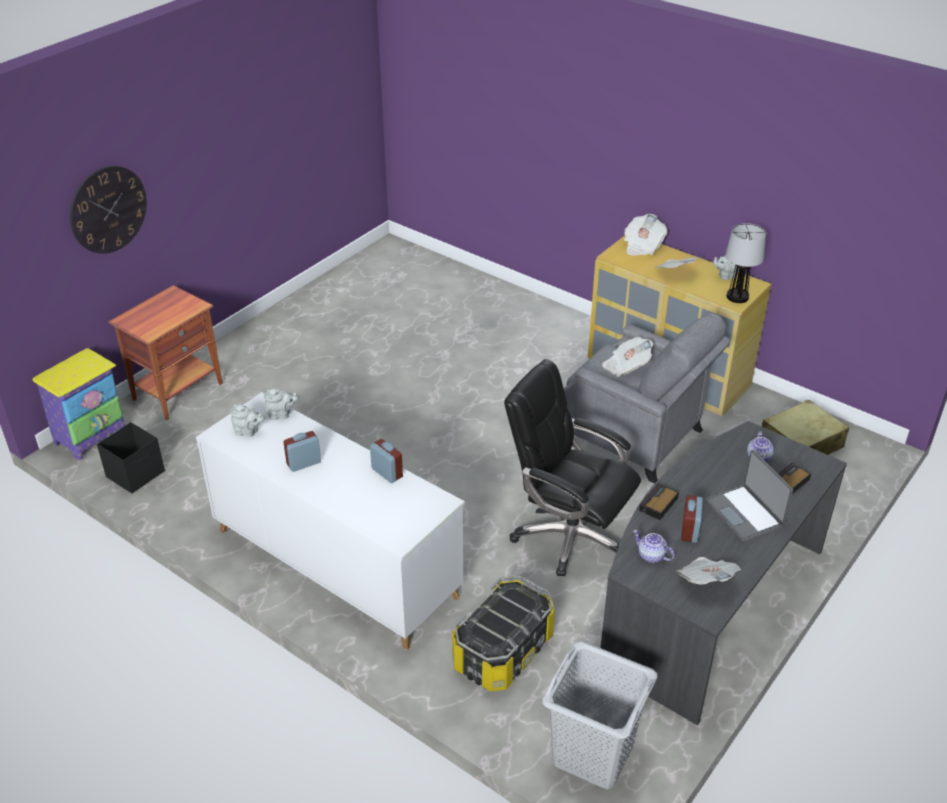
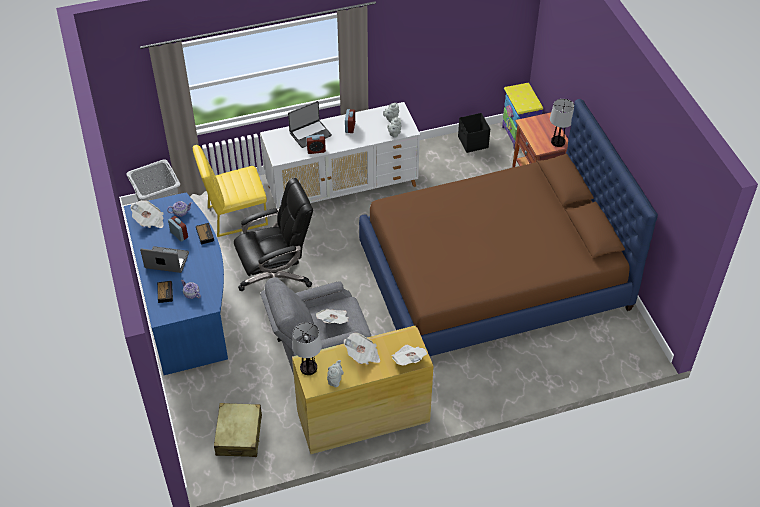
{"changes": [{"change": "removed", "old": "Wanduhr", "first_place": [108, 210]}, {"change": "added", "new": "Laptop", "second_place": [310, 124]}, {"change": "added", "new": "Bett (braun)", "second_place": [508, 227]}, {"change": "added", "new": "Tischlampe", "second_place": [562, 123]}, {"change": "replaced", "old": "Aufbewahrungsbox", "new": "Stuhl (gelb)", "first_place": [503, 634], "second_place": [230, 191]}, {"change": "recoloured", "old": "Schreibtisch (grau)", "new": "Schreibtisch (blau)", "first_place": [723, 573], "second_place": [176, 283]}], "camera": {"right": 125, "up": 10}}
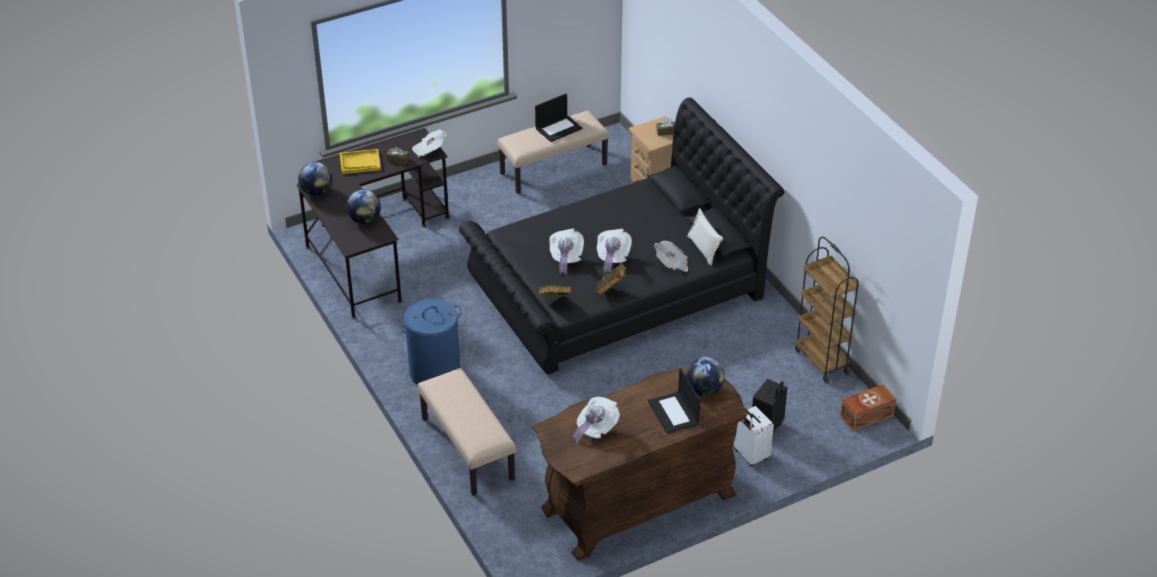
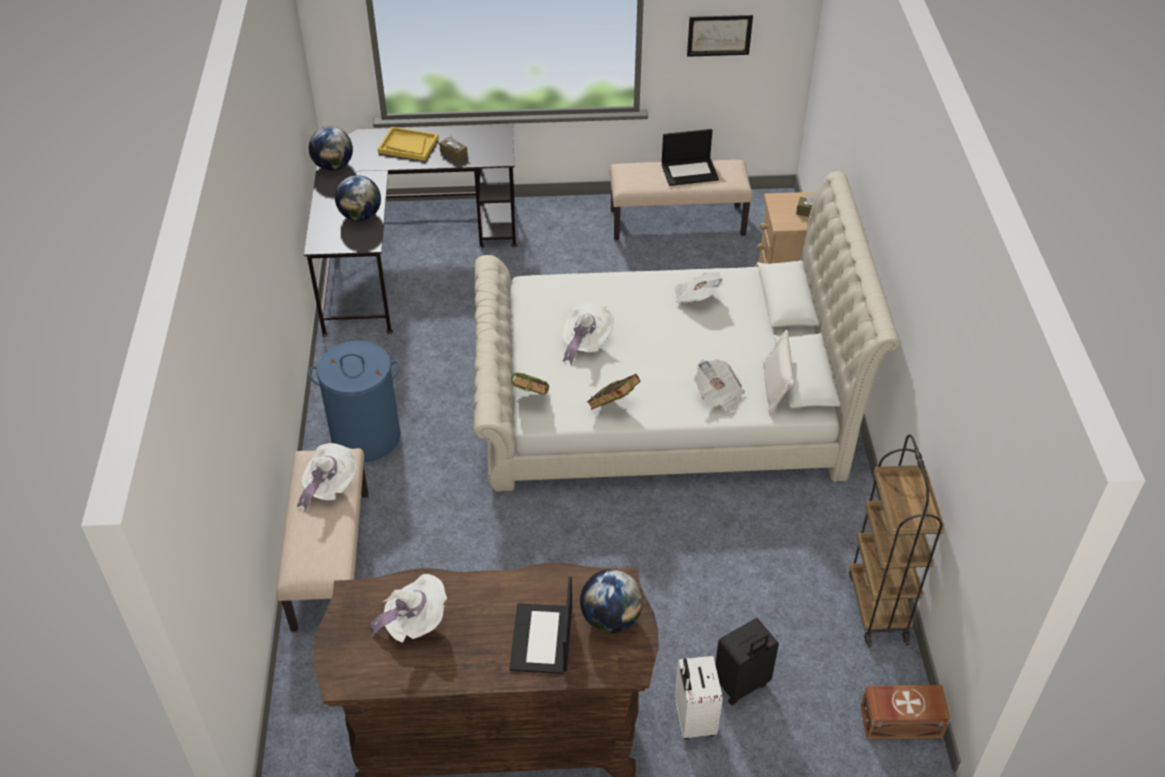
{"changes": [{"change": "added", "new": "Bild", "second_place": [720, 36]}, {"change": "moved", "old": "Zeitung", "first_place": [429, 143], "second_place": [699, 287]}, {"change": "moved", "old": "Hut (weiß)", "first_place": [614, 251], "second_place": [327, 477]}, {"change": "recoloured", "old": "Bett (schwarz)", "new": "Bett (beige)", "first_place": [621, 235], "second_place": [687, 331]}], "camera": {"right": 25, "up": 5}}
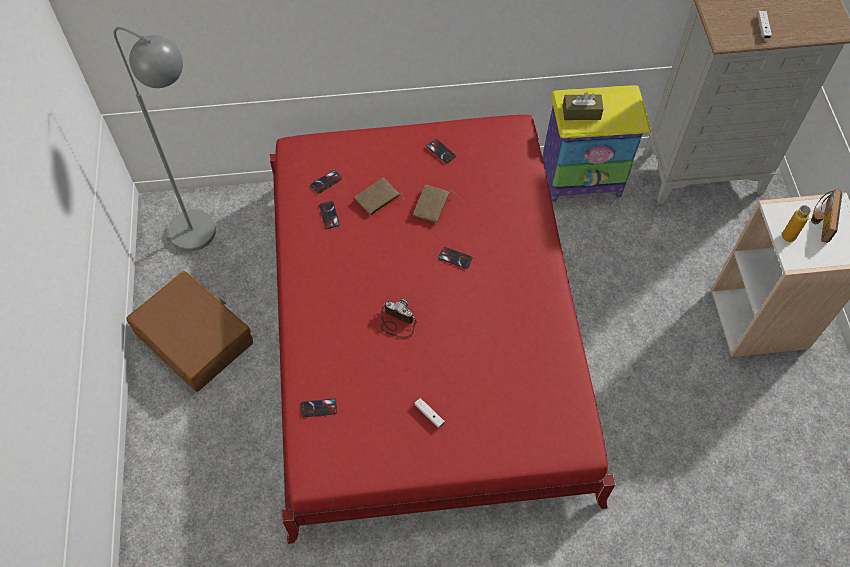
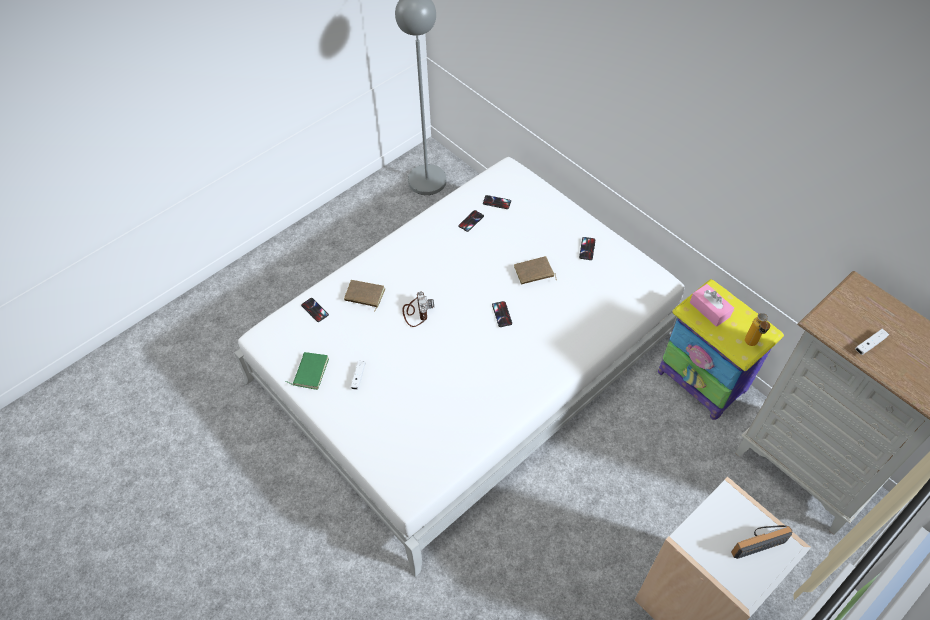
{"changes": [{"change": "removed", "old": "Koffer (braun)", "first_place": [189, 331]}, {"change": "added", "new": "Buch (grün)", "second_place": [307, 371]}, {"change": "moved", "old": "Buch (braun)", "first_place": [380, 196], "second_place": [364, 296]}, {"change": "moved", "old": "Flasche", "first_place": [804, 223], "second_place": [757, 329]}, {"change": "recoloured", "old": "Bett (rot)", "new": "Bett (weiß)", "first_place": [443, 329], "second_place": [459, 367]}, {"change": "recoloured", "old": "Taschentuchbox (braun)", "new": "Taschentuchbox (rosa)", "first_place": [583, 106], "second_place": [712, 305]}], "camera": {"right": 55, "up": -5}}
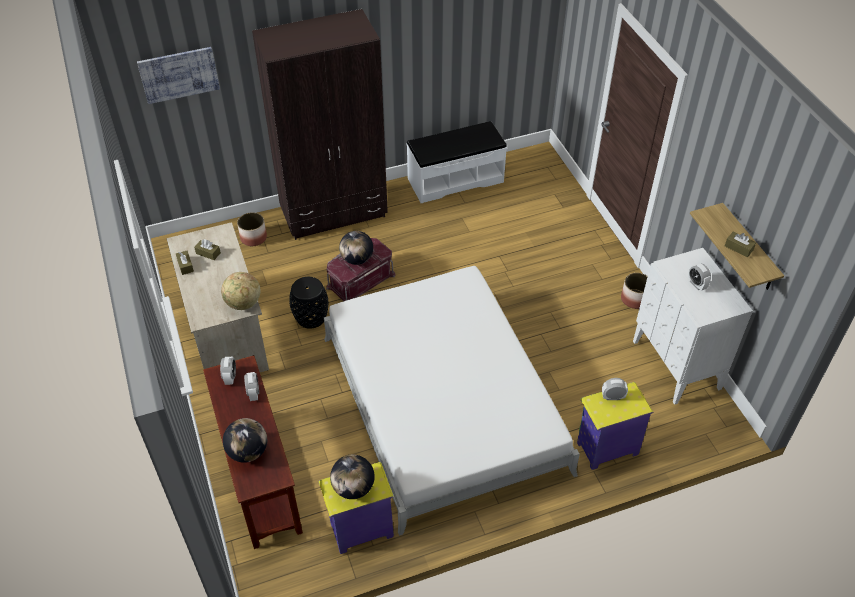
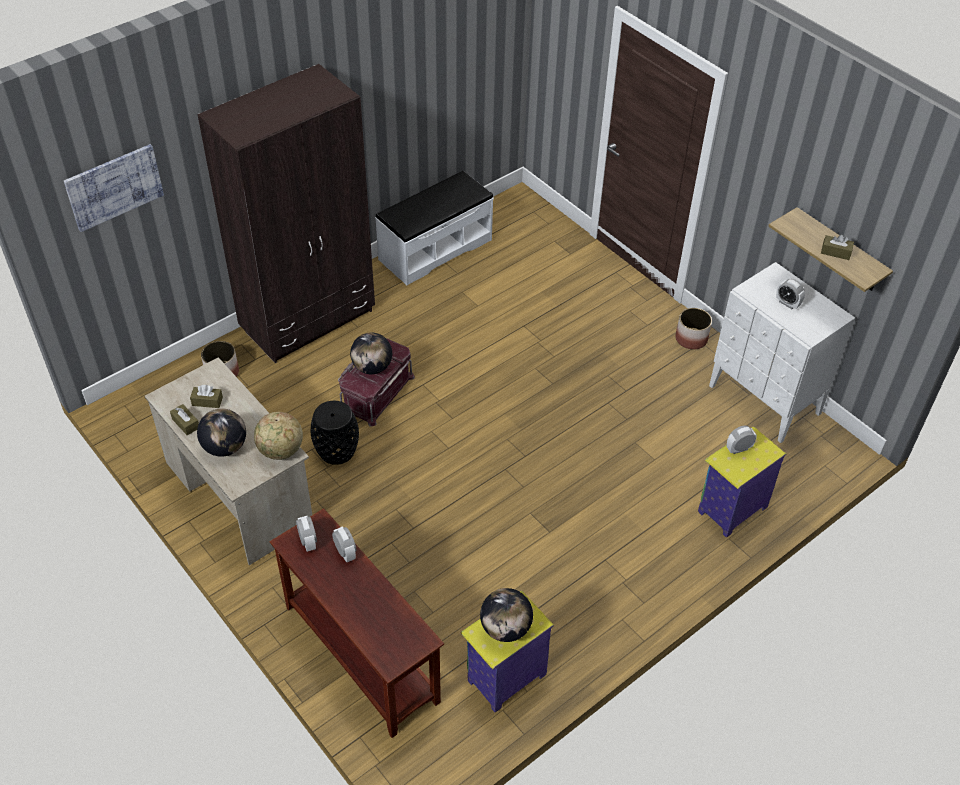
{"changes": [{"change": "removed", "old": "Bett (weiß)", "first_place": [452, 401]}, {"change": "moved", "old": "Globus", "first_place": [245, 440], "second_place": [221, 432]}], "camera": {"right": -20, "up": 0}}
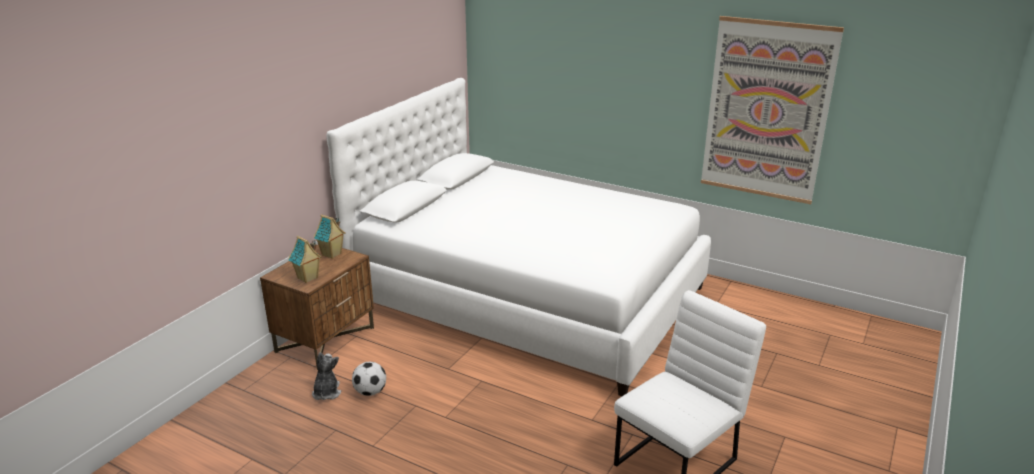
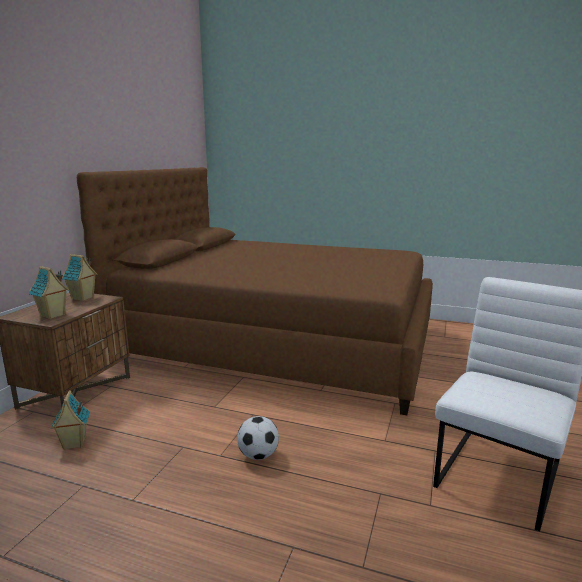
{"changes": [{"change": "removed", "old": "Bild", "first_place": [772, 110]}, {"change": "moved", "old": "Fußball", "first_place": [369, 379], "second_place": [258, 438]}, {"change": "replaced", "old": "Plüschtier", "new": "Spielzeughaus", "first_place": [326, 376], "second_place": [70, 420]}, {"change": "recoloured", "old": "Bett (weiß)", "new": "Bett (braun)", "first_place": [519, 237], "second_place": [255, 291]}], "camera": {"right": -10, "up": -10}}
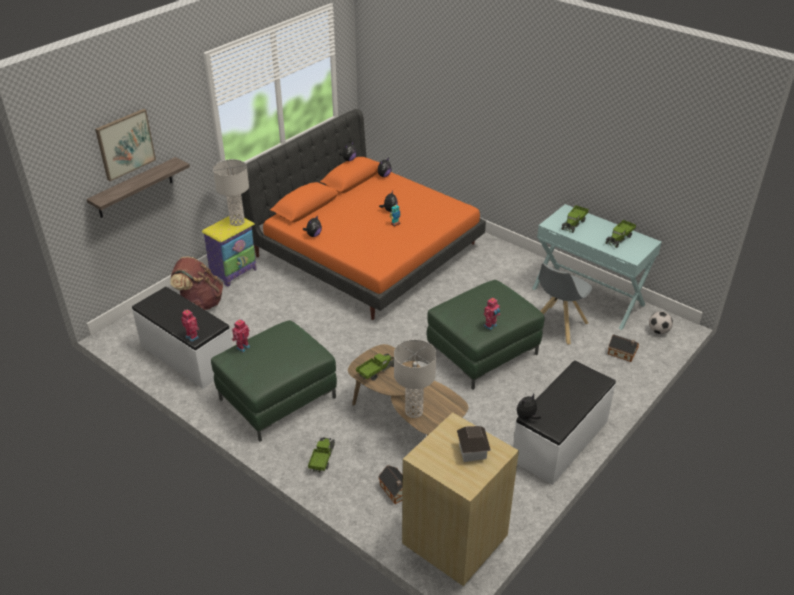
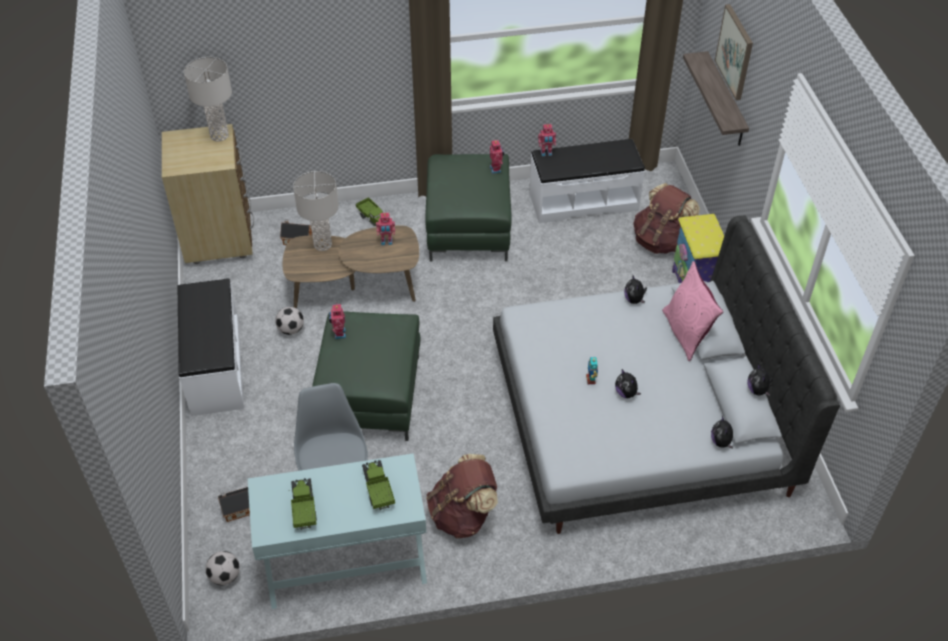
{"changes": [{"change": "removed", "old": "Spielzeughaus", "first_place": [474, 444]}, {"change": "removed", "old": "Plüschtier", "first_place": [529, 407]}, {"change": "added", "new": "Fußball", "second_place": [290, 321]}, {"change": "added", "new": "Rucksack (braun)", "second_place": [462, 496]}, {"change": "added", "new": "Kissen (rosa)", "second_place": [692, 311]}, {"change": "moved", "old": "Tischlampe (weiß)", "first_place": [231, 192], "second_place": [208, 99]}, {"change": "replaced", "old": "Spielzeuglaster", "new": "Spielzeugroboter", "first_place": [375, 367], "second_place": [385, 229]}, {"change": "recoloured", "old": "Bett (orange)", "new": "Bett (grau)", "first_place": [363, 214], "second_place": [666, 374]}], "camera": {"right": 130, "up": 10}}
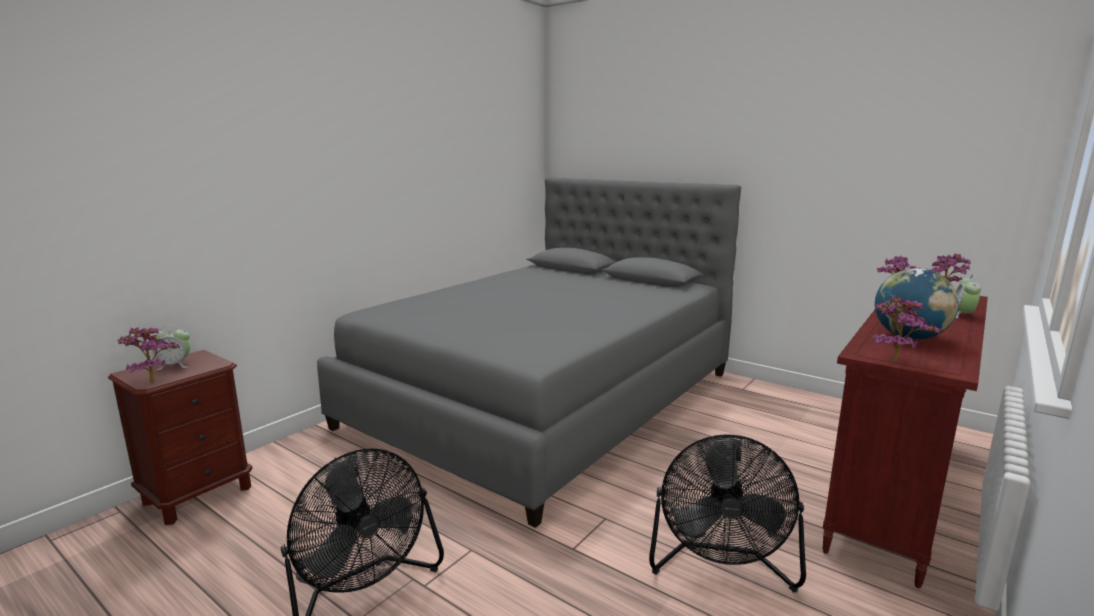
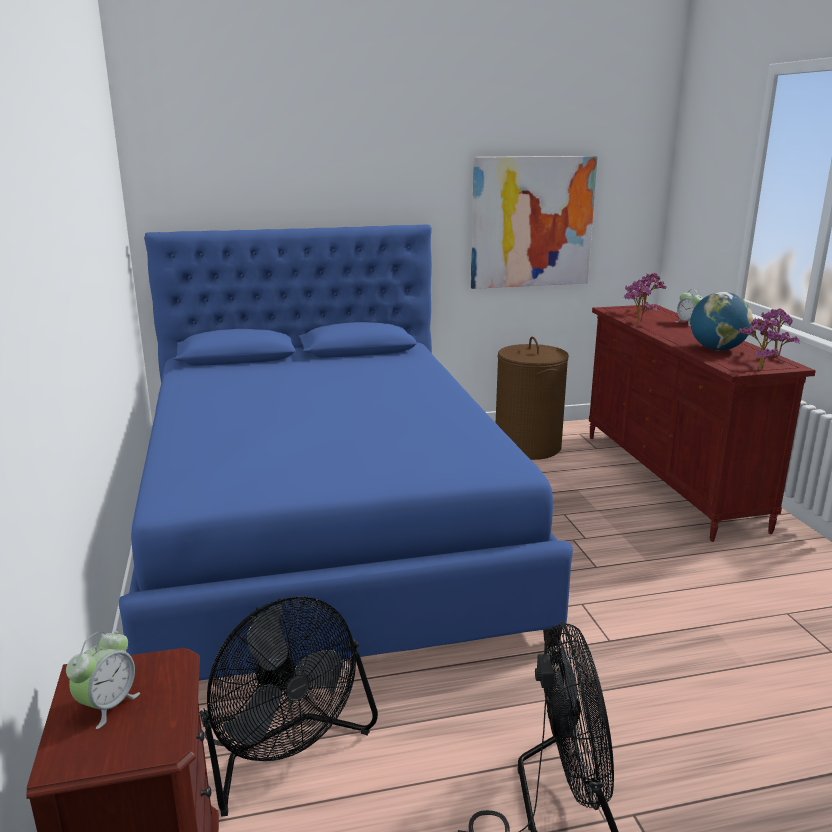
{"changes": [{"change": "added", "new": "Bild", "second_place": [534, 222]}, {"change": "added", "new": "Wäschekorb (braun)", "second_place": [532, 398]}, {"change": "moved", "old": "Topfpflanze", "first_place": [149, 354], "second_place": [780, 332]}, {"change": "moved", "old": "Ventilator (schwarz)", "first_place": [727, 513], "second_place": [289, 707]}, {"change": "recoloured", "old": "Bett (grau)", "new": "Bett (blau)", "first_place": [529, 352], "second_place": [346, 452]}], "camera": {"right": -50, "up": 5}}
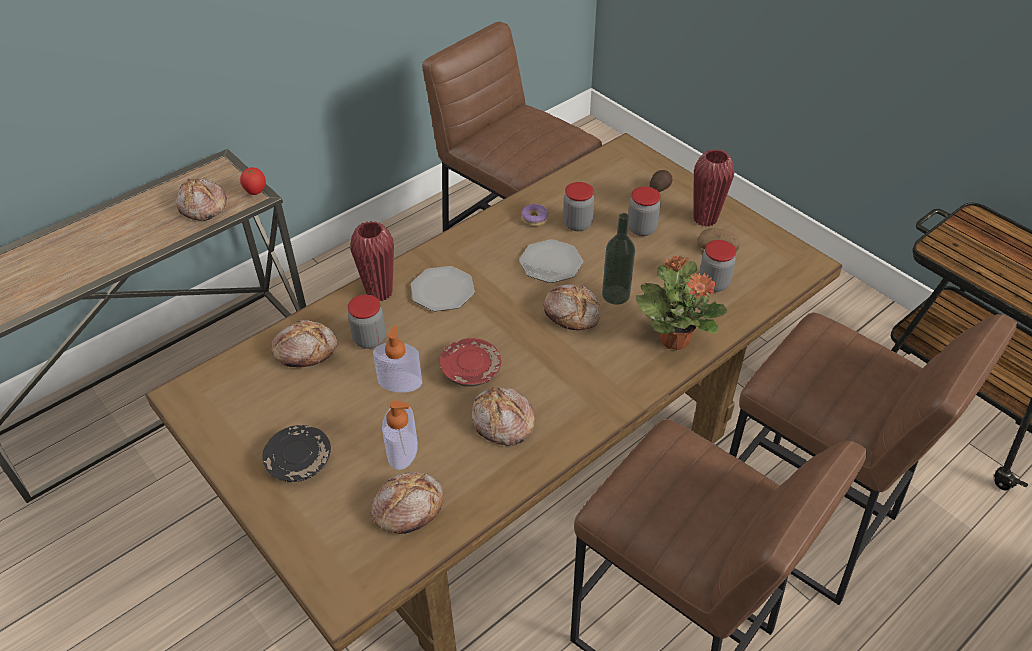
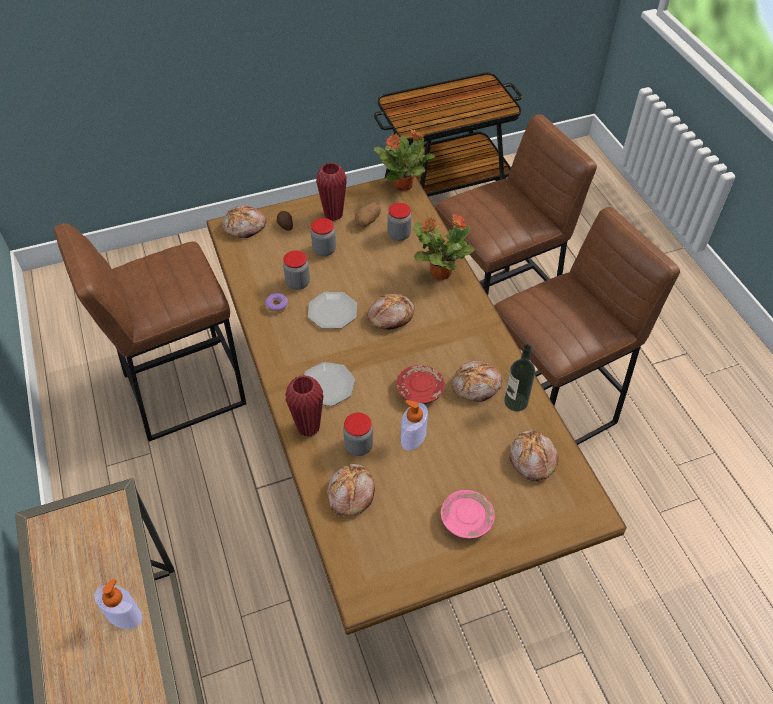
{"changes": [{"change": "removed", "old": "Tomate", "first_place": [253, 181]}, {"change": "added", "new": "Topfpflanze", "second_place": [404, 160]}, {"change": "moved", "old": "Brot", "first_place": [201, 199], "second_place": [244, 221]}, {"change": "moved", "old": "Seifenspender", "first_place": [400, 435], "second_place": [118, 603]}, {"change": "moved", "old": "Flasche", "first_place": [618, 259], "second_place": [519, 377]}, {"change": "recoloured", "old": "Teller (schwarz)", "new": "Teller (rosa)", "first_place": [296, 453], "second_place": [468, 514]}], "camera": {"right": -70, "up": 5}}
